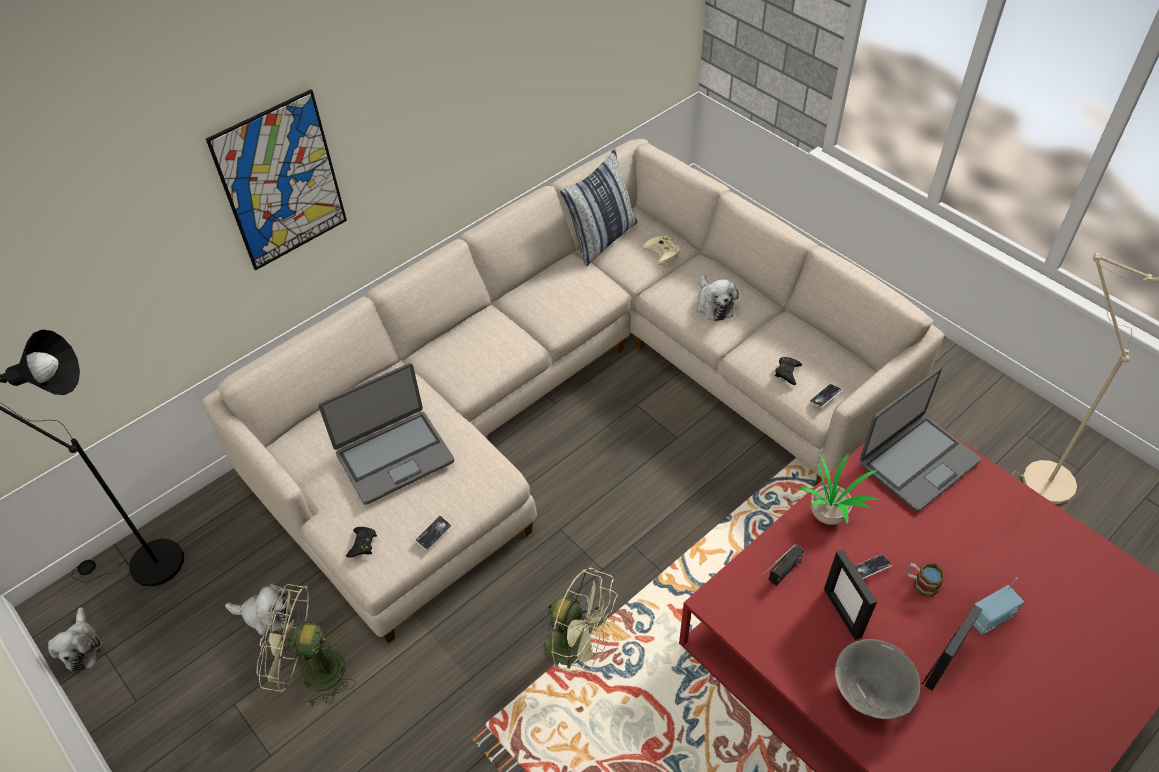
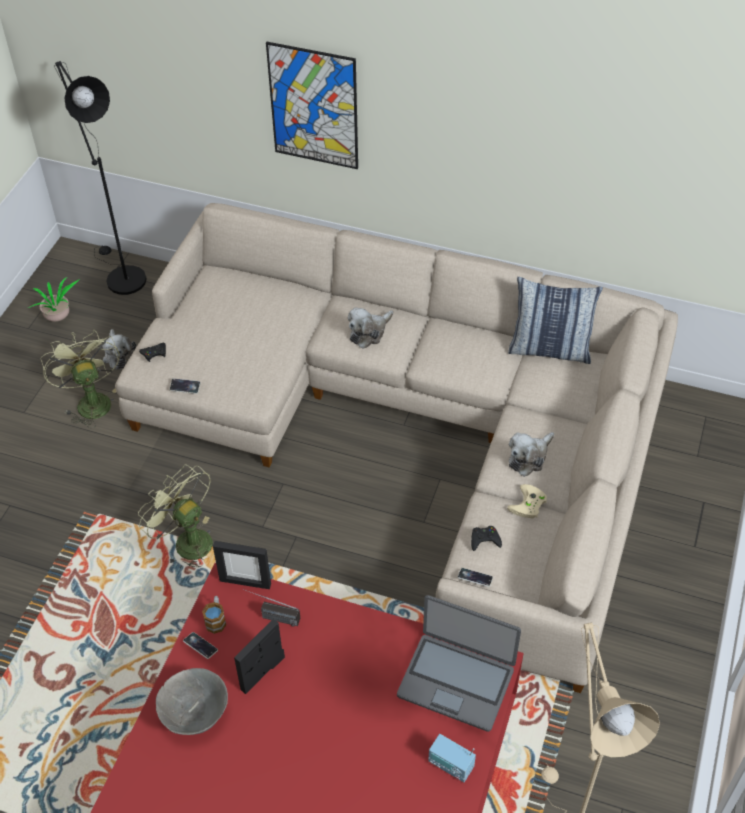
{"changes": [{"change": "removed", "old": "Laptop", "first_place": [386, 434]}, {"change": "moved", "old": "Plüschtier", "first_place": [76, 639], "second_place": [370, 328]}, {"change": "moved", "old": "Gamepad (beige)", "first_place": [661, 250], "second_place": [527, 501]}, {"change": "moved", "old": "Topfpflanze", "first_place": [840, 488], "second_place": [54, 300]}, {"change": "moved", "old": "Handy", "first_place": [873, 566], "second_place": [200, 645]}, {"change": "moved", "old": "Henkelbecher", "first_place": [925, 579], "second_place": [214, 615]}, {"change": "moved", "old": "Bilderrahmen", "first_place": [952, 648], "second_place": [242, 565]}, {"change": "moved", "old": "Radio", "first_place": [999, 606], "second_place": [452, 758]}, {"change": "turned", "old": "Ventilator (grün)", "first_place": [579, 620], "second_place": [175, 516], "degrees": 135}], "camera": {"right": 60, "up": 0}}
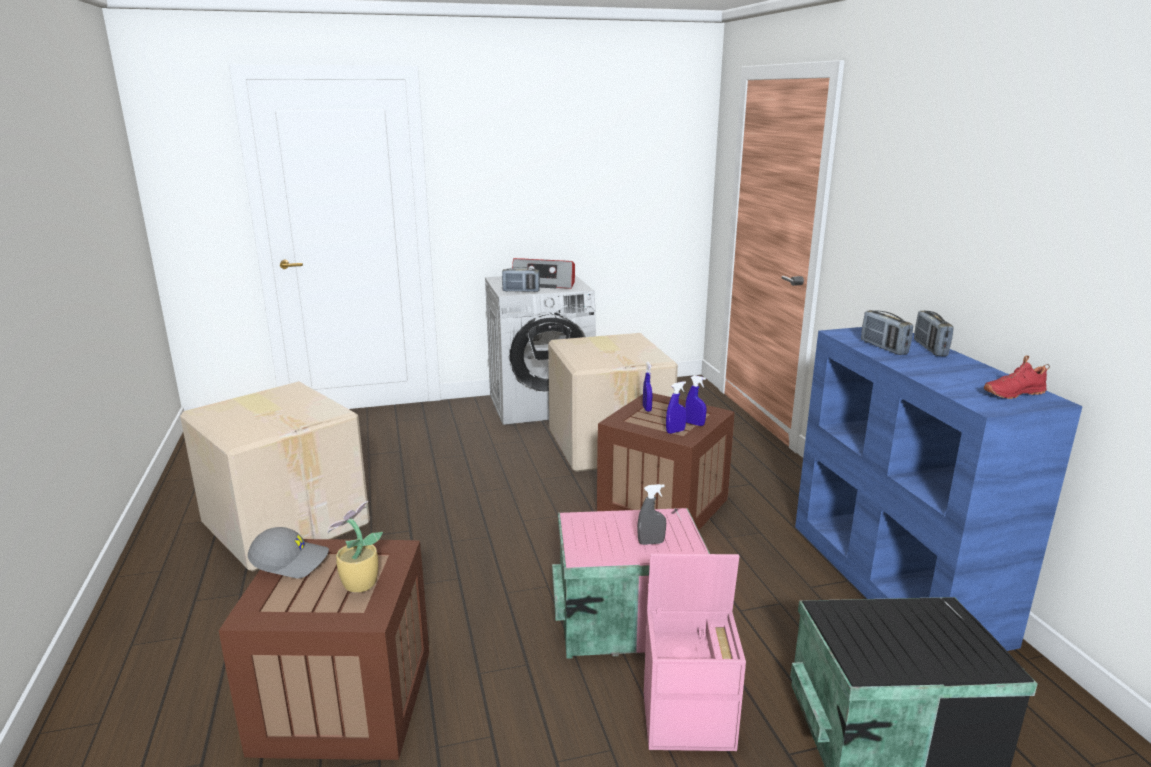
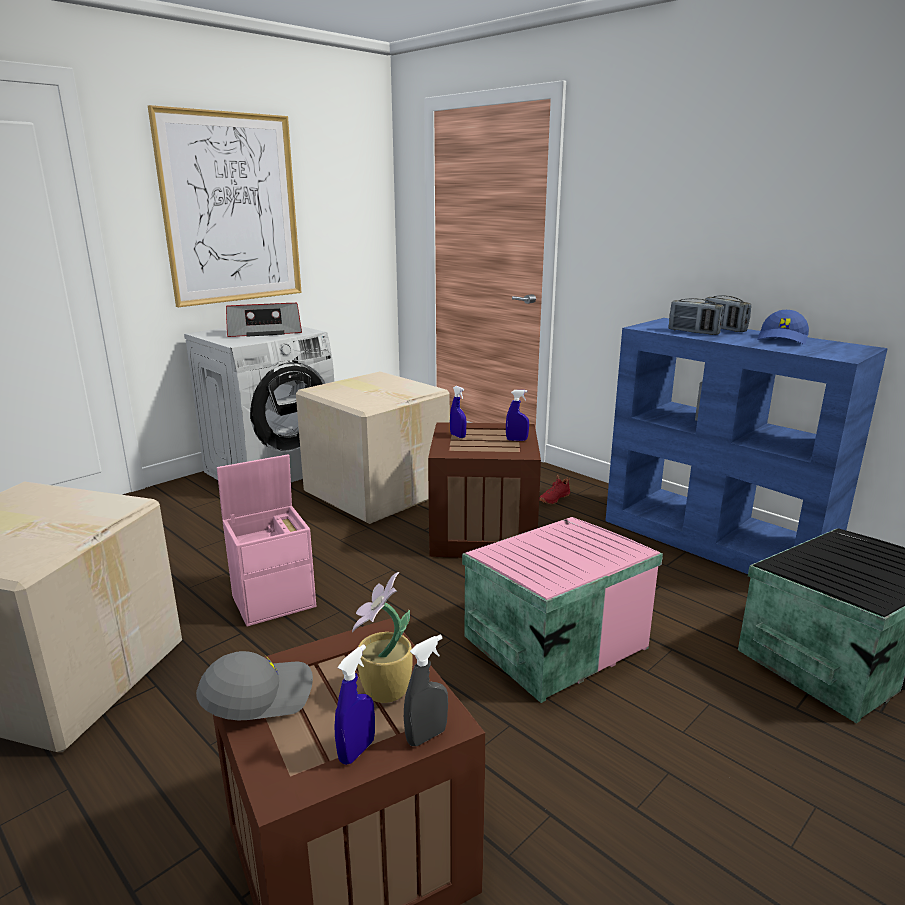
{"changes": [{"change": "removed", "old": "Radio", "first_place": [521, 279]}, {"change": "added", "new": "Bild", "second_place": [225, 206]}, {"change": "added", "new": "Kappe (blau)", "second_place": [783, 327]}, {"change": "moved", "old": "Sprühflasche (grau)", "first_place": [651, 514], "second_place": [426, 690]}, {"change": "moved", "old": "Aufbewahrungsbox (rosa)", "first_place": [695, 652], "second_place": [266, 540]}, {"change": "moved", "old": "Sprühflasche (blau)", "first_place": [676, 407], "second_place": [354, 704]}, {"change": "moved", "old": "Schuh (rot)", "first_place": [1017, 377], "second_place": [554, 489]}], "camera": {"right": -30, "up": 0}}
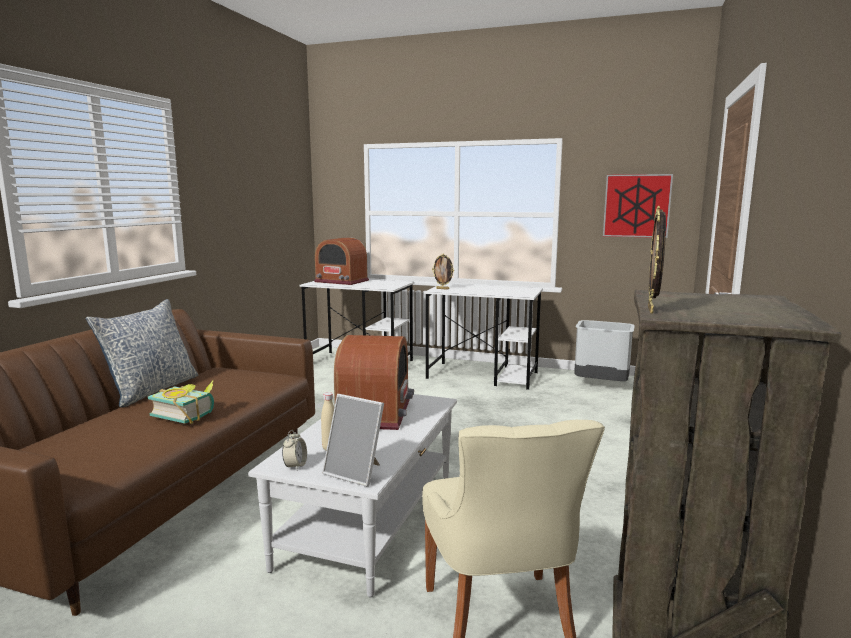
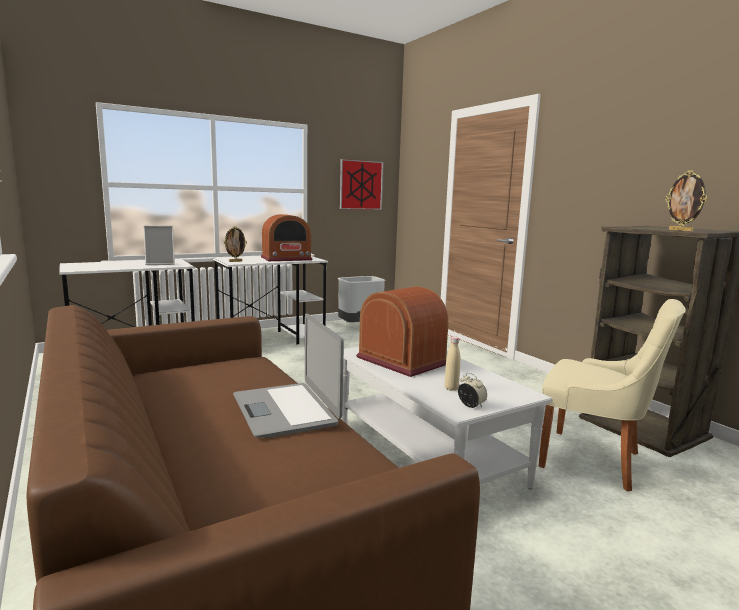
{"changes": [{"change": "removed", "old": "Kissen", "first_place": [142, 353]}, {"change": "moved", "old": "Radio", "first_place": [341, 261], "second_place": [286, 237]}, {"change": "moved", "old": "Bilderrahmen", "first_place": [353, 440], "second_place": [159, 245]}, {"change": "replaced", "old": "Buch", "new": "Laptop", "first_place": [181, 402], "second_place": [288, 376]}], "camera": {"right": -50, "up": 0}}
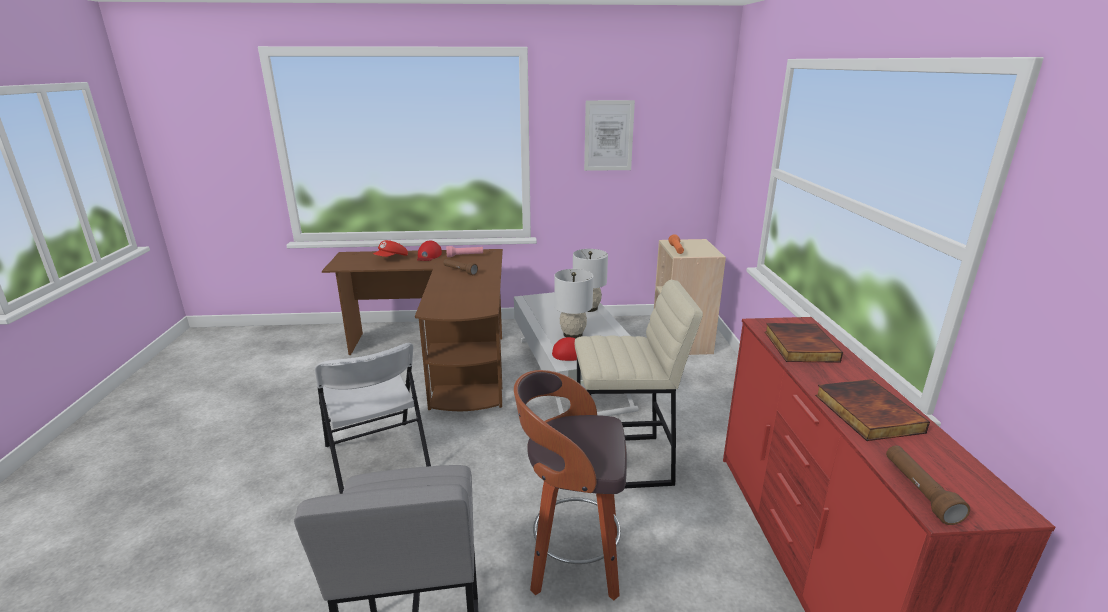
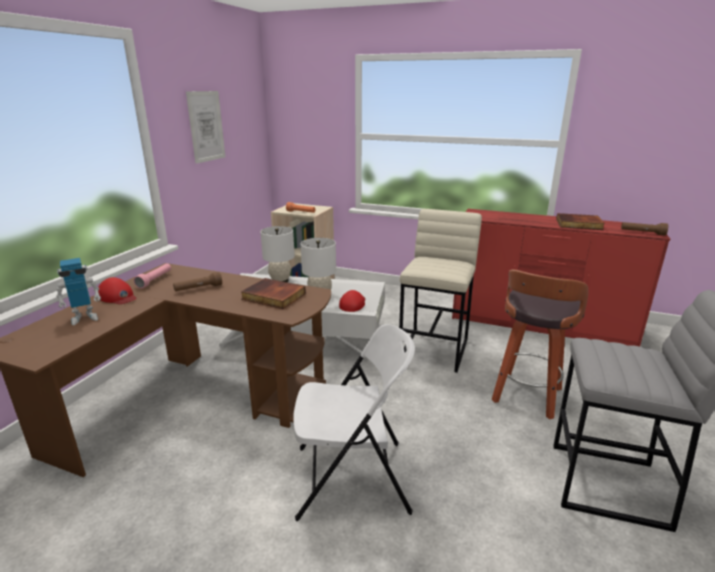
{"changes": [{"change": "moved", "old": "Buch", "first_place": [804, 343], "second_place": [273, 293]}, {"change": "replaced", "old": "Kappe (rot)", "new": "Spielzeugroboter", "first_place": [390, 248], "second_place": [78, 291]}], "camera": {"right": -65, "up": 0}}
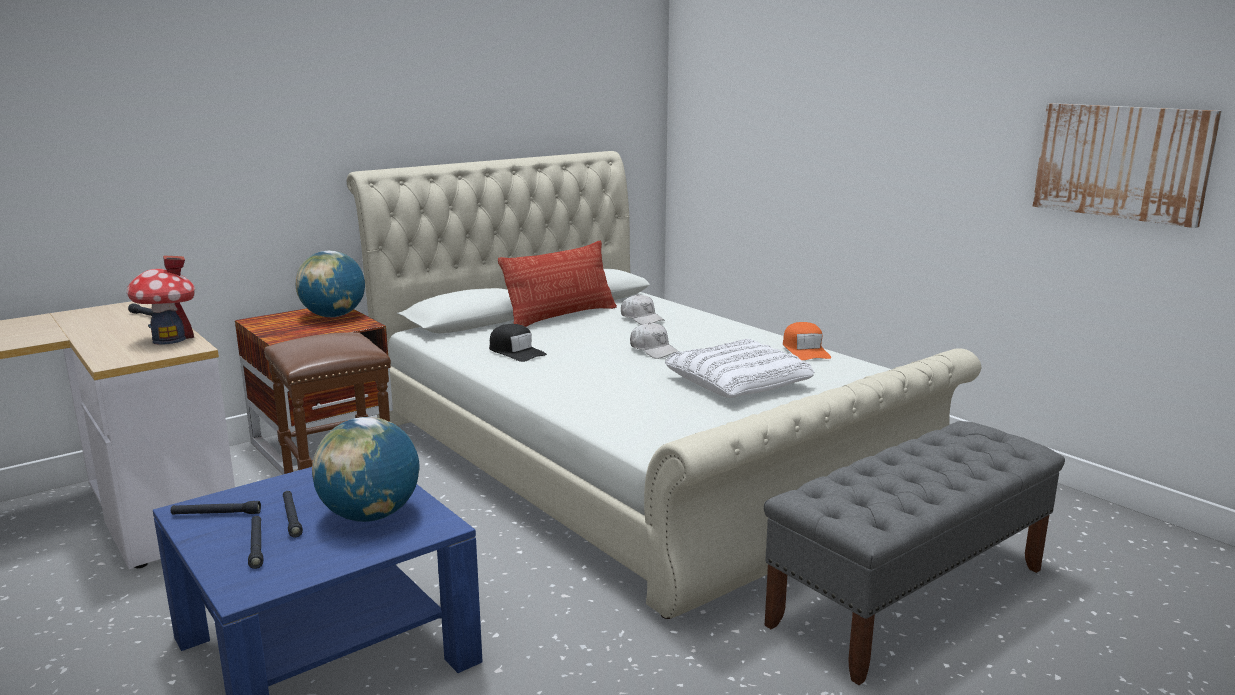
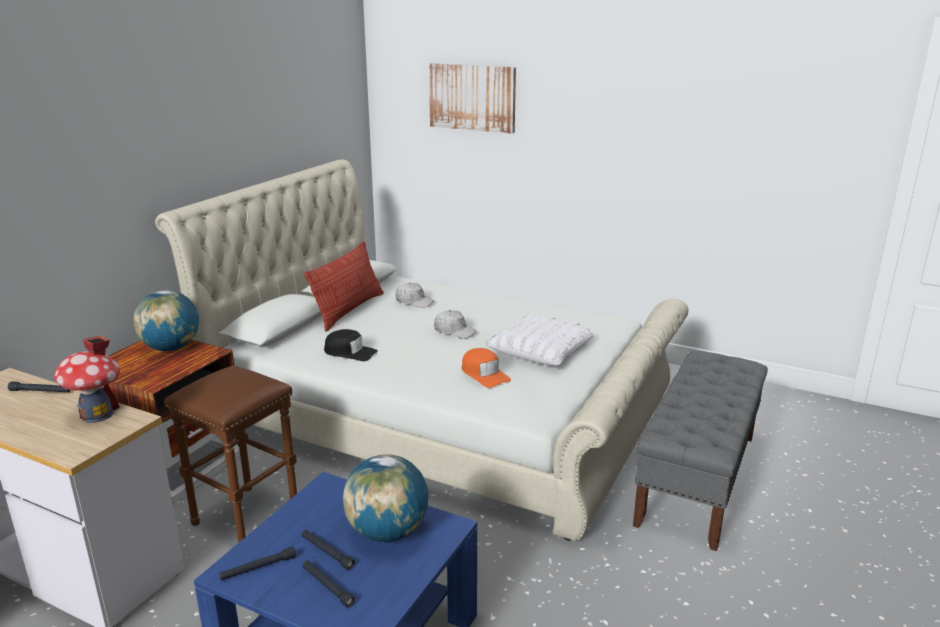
{"changes": [{"change": "moved", "old": "Kappe (orange)", "first_place": [807, 341], "second_place": [486, 368]}, {"change": "moved", "old": "Bild", "first_place": [1127, 165], "second_place": [472, 98]}], "camera": {"right": -25, "up": 5}}
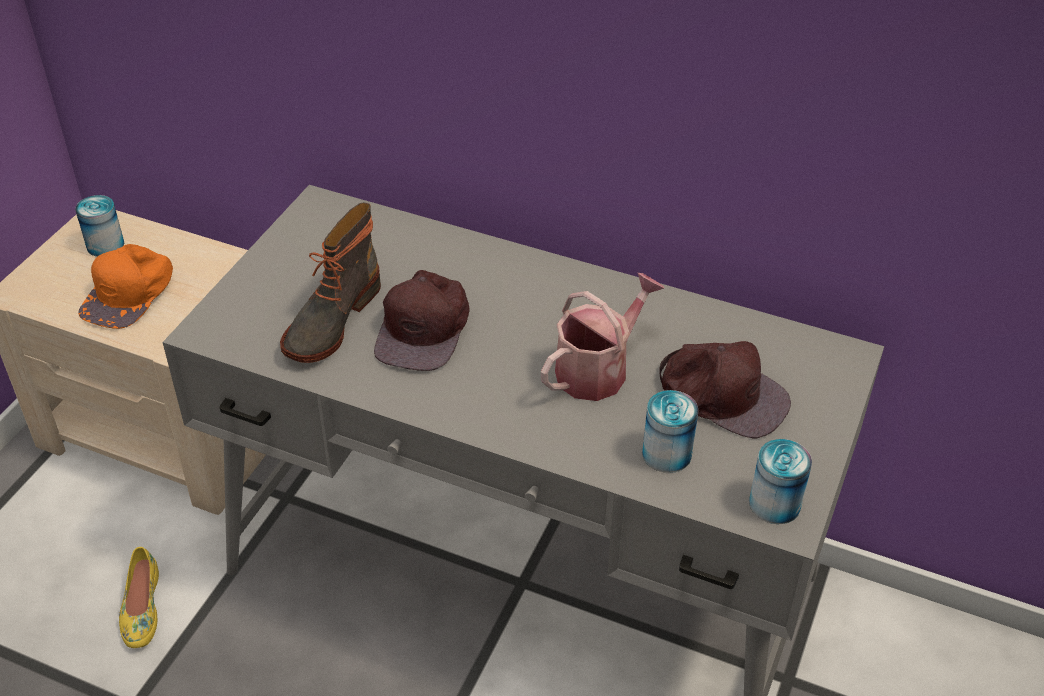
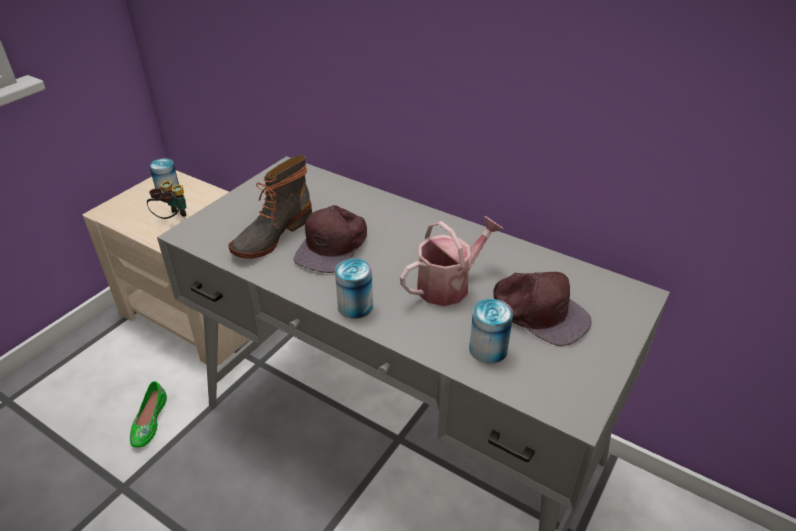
{"changes": [{"change": "moved", "old": "Dose", "first_place": [780, 481], "second_place": [354, 288]}, {"change": "replaced", "old": "Kappe (orange)", "new": "Fernglas", "first_place": [125, 286], "second_place": [166, 200]}, {"change": "recoloured", "old": "Schuh (gelb)", "new": "Schuh (grün)", "first_place": [139, 597], "second_place": [148, 414]}], "camera": {"right": 10, "up": -5}}
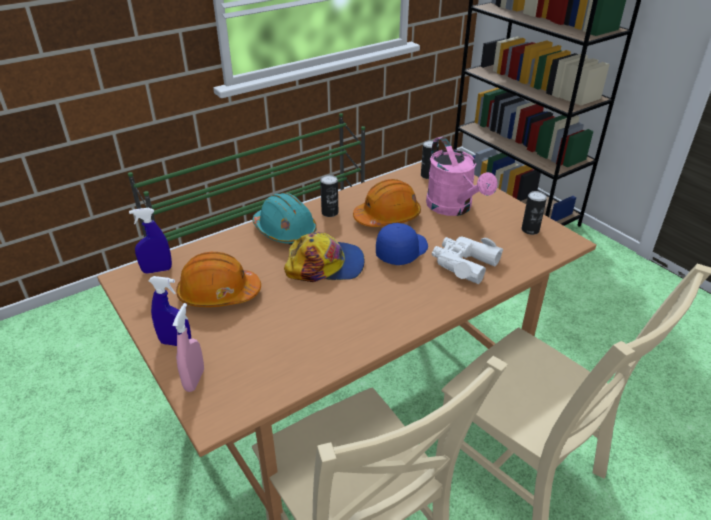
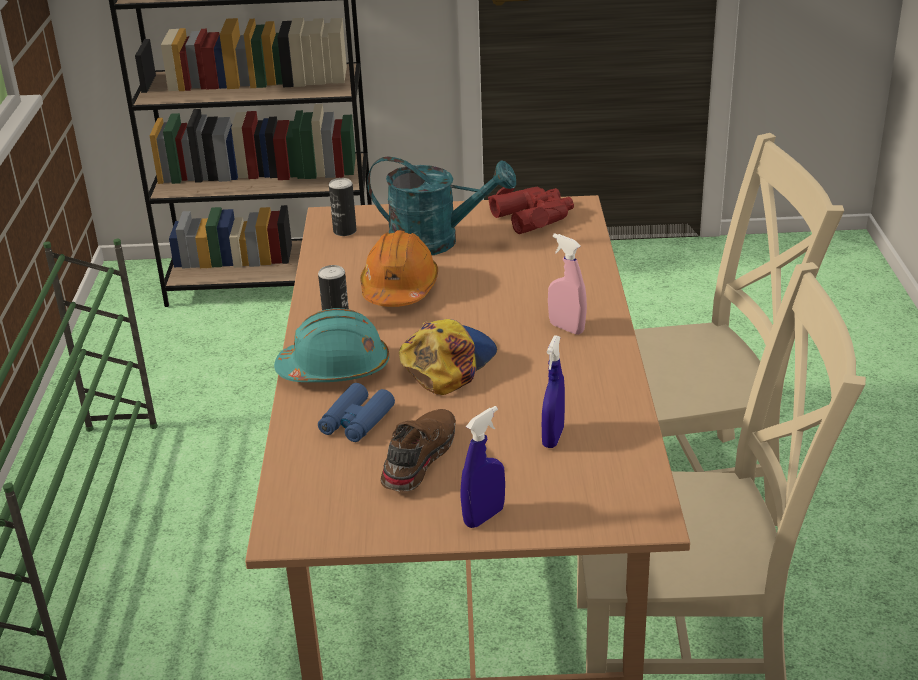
{"changes": [{"change": "removed", "old": "Kappe (blau)", "first_place": [402, 244]}, {"change": "removed", "old": "Fernglas (weiß)", "first_place": [467, 260]}, {"change": "added", "new": "Fernglas (blau)", "second_place": [356, 412]}, {"change": "moved", "old": "Sprühflasche (blau)", "first_place": [150, 241], "second_place": [553, 391]}, {"change": "moved", "old": "Sprühflasche (rosa)", "first_place": [188, 347], "second_place": [567, 284]}, {"change": "replaced", "old": "Schutzhelm (orange)", "new": "Schuh (braun)", "first_place": [218, 279], "second_place": [418, 450]}, {"change": "replaced", "old": "Dose", "new": "Fernglas (rot)", "first_place": [534, 213], "second_place": [531, 210]}, {"change": "recoloured", "old": "Gießkanne (rosa)", "new": "Gießkanne (türkis)", "first_place": [462, 176], "second_place": [441, 206]}], "camera": {"right": -55, "up": -5}}
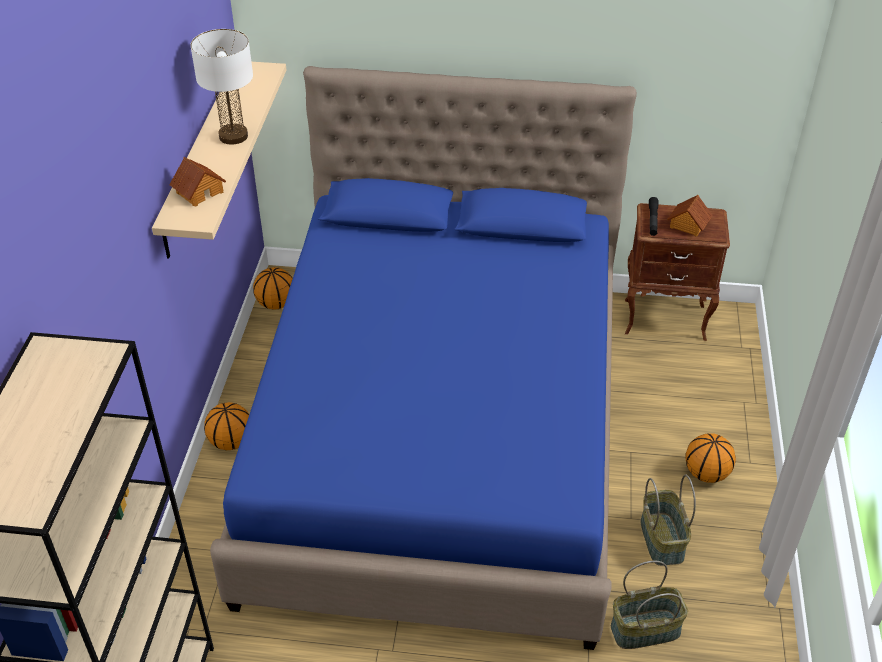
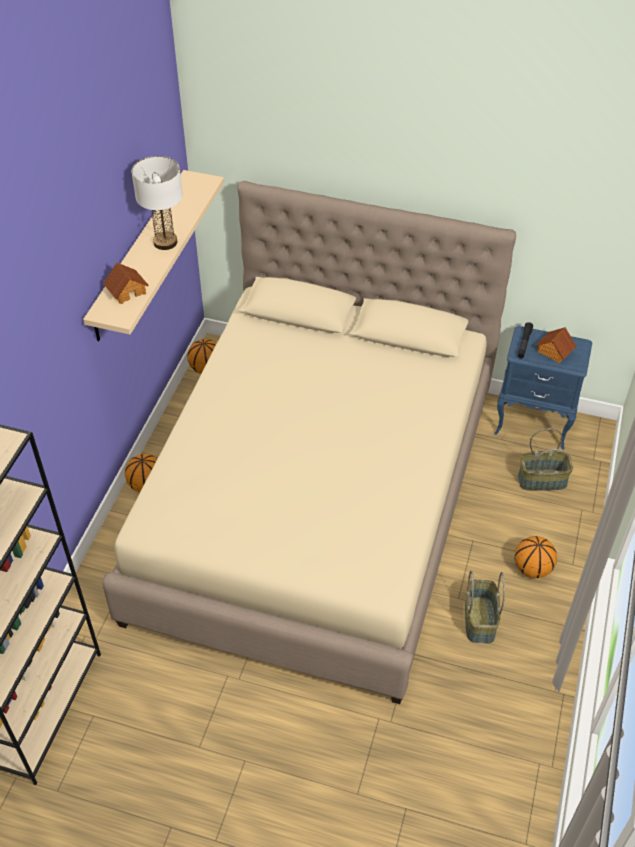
{"changes": [{"change": "moved", "old": "Korb", "first_place": [649, 605], "second_place": [545, 459]}, {"change": "recoloured", "old": "Bett (blau)", "new": "Bett (beige)", "first_place": [423, 358], "second_place": [309, 442]}, {"change": "recoloured", "old": "Nachttisch (braun)", "new": "Nachttisch (blau)", "first_place": [677, 272], "second_place": [543, 388]}], "camera": {"right": 10, "up": 5}}
